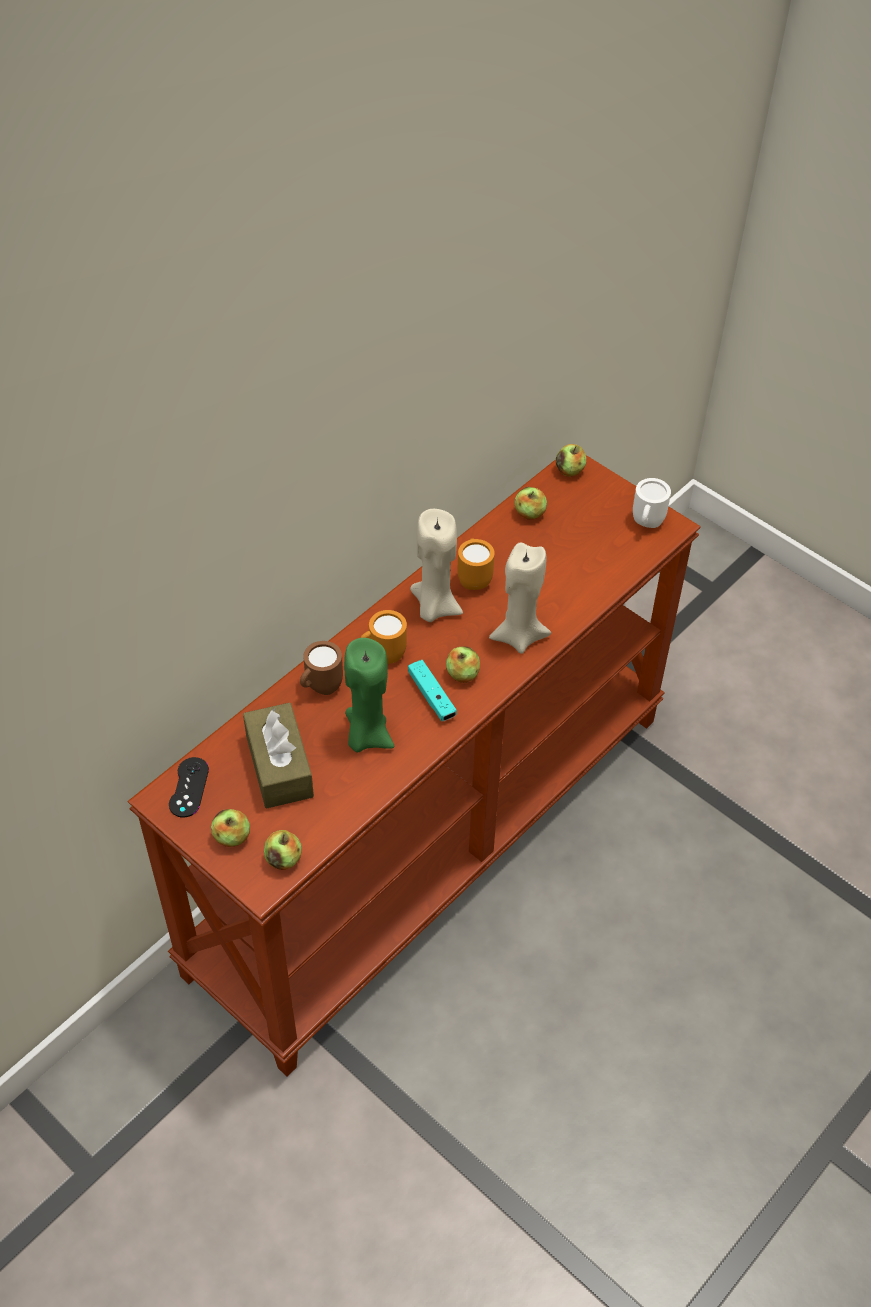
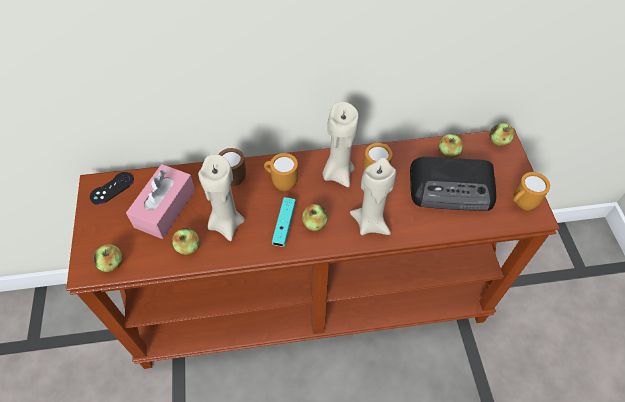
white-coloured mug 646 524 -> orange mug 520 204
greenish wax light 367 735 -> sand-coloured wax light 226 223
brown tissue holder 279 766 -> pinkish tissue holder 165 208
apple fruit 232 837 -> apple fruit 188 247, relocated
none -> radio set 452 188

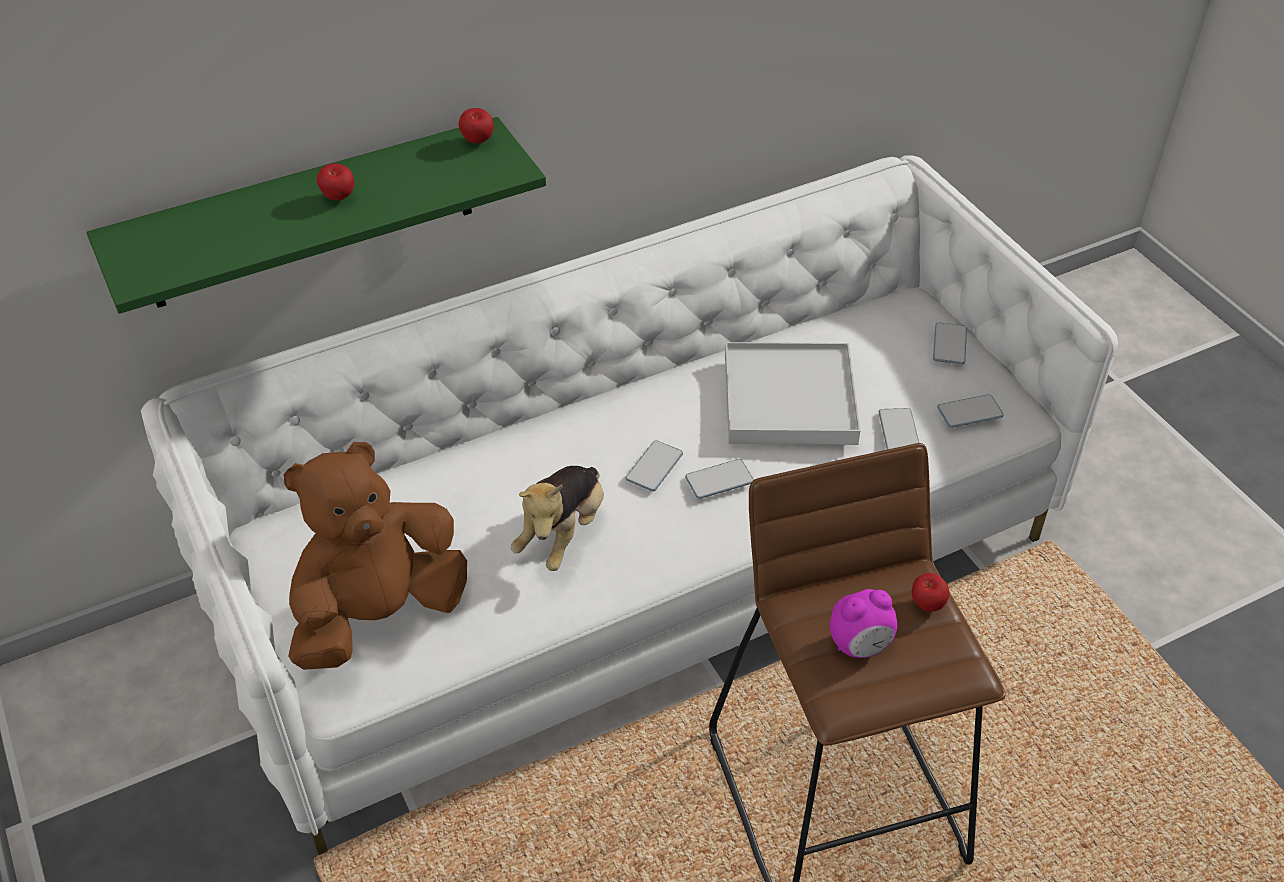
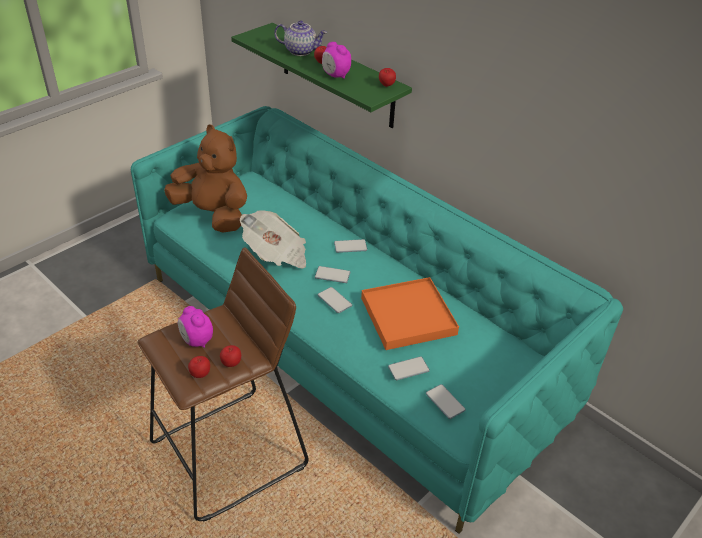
white-coloured settee 642 570 -> turquoise settee 348 345
telephone 949 344 -> telephone 350 246, relocated
white-coloured carrying tray 789 399 -> orange carrying tray 408 316
plush toy 562 533 -> newspaper 276 254
none -> pot for tea 301 51
none -> alarm clock 335 76
none -> apple fruit 200 374

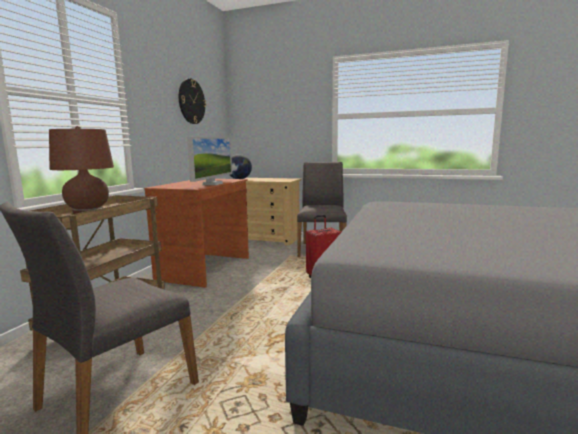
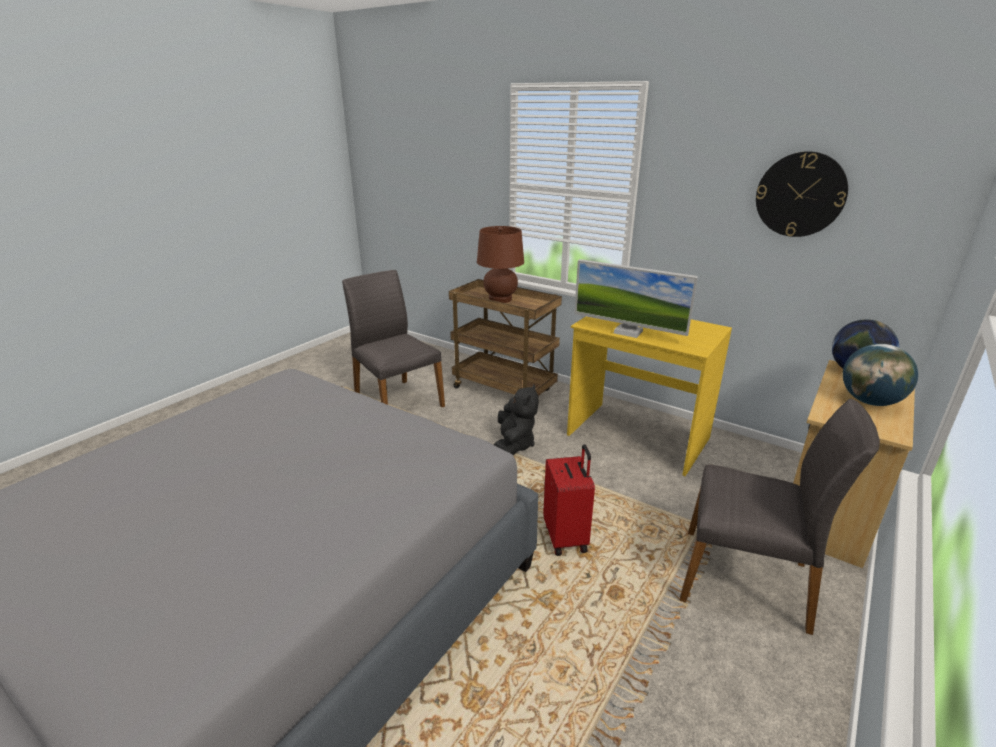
brown desk unit 205 268 -> yellow-coloured desk unit 637 437
none -> globe 869 401
none -> black-coloured plush toy 514 445

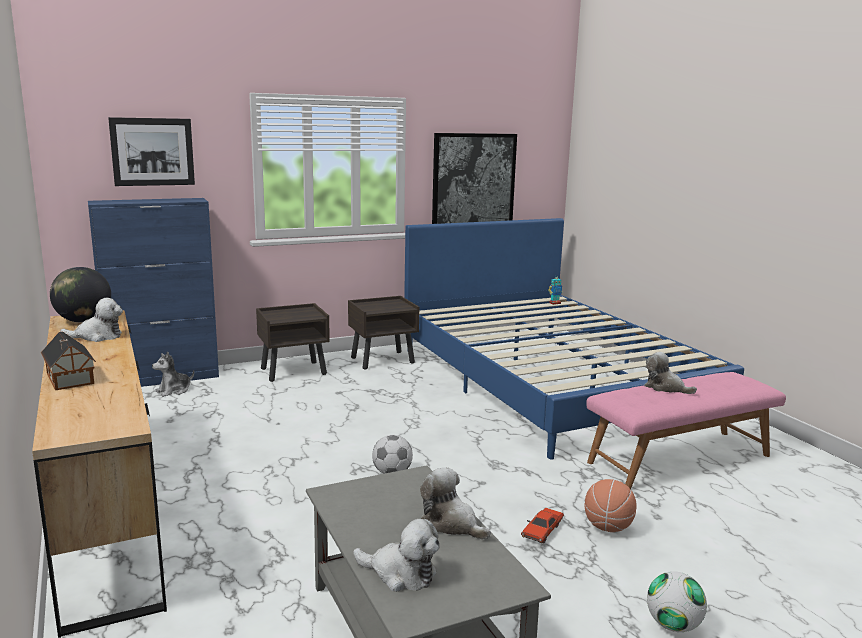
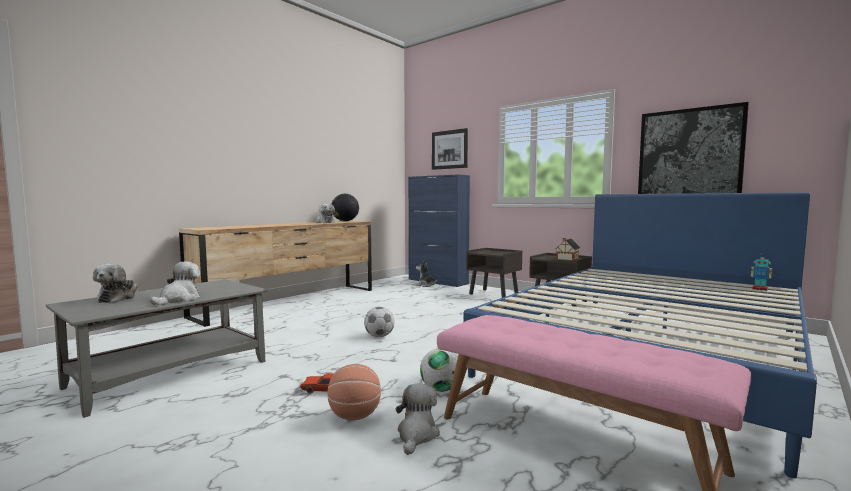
miniature house 70 379 -> miniature house 567 259, relocated
plush toy 665 388 -> plush toy 416 435, relocated
ball for football 673 625 -> ball for football 441 389, relocated

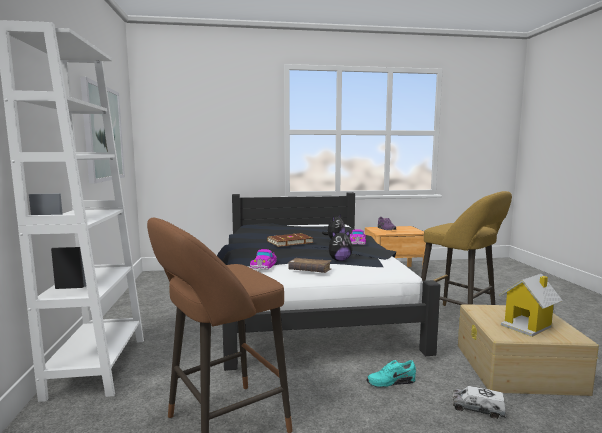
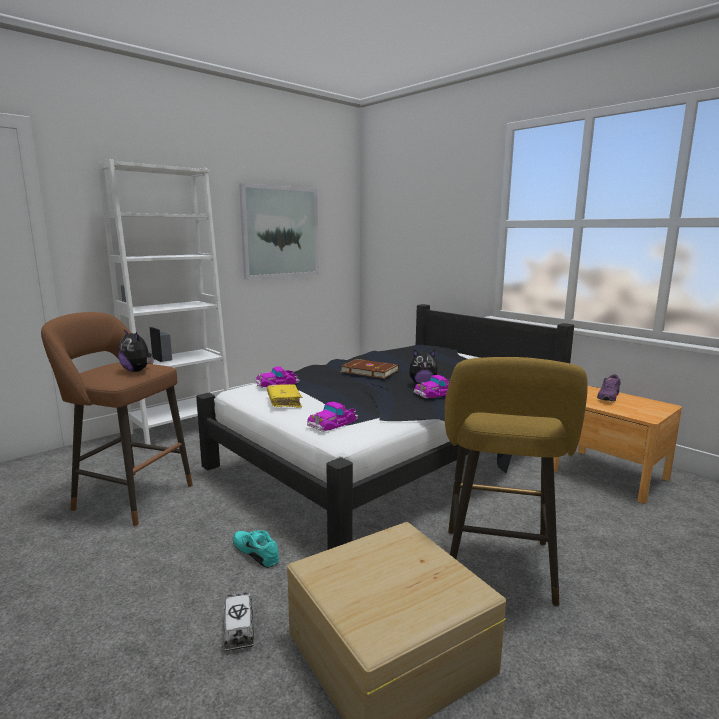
plush toy 339 260 -> plush toy 137 371, relocated
brown book 310 271 -> yellow-coloured book 284 402
miniature house 527 326 -> none
none -> miniature car 333 422

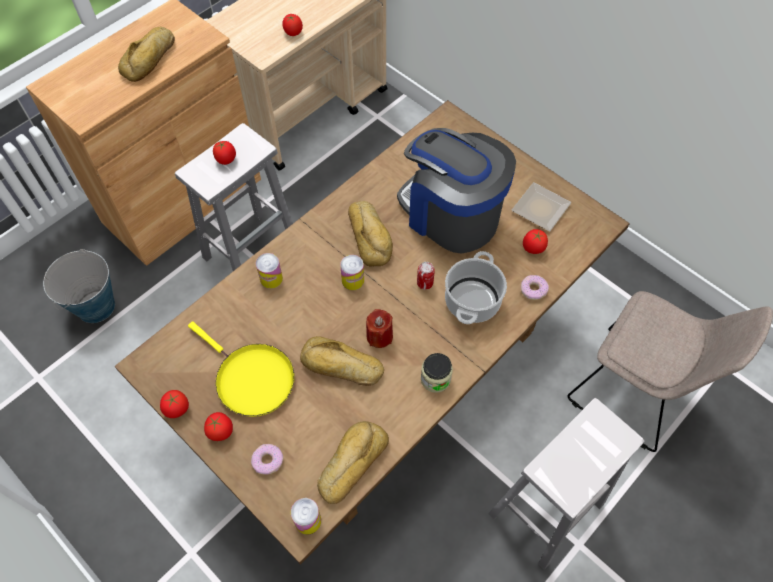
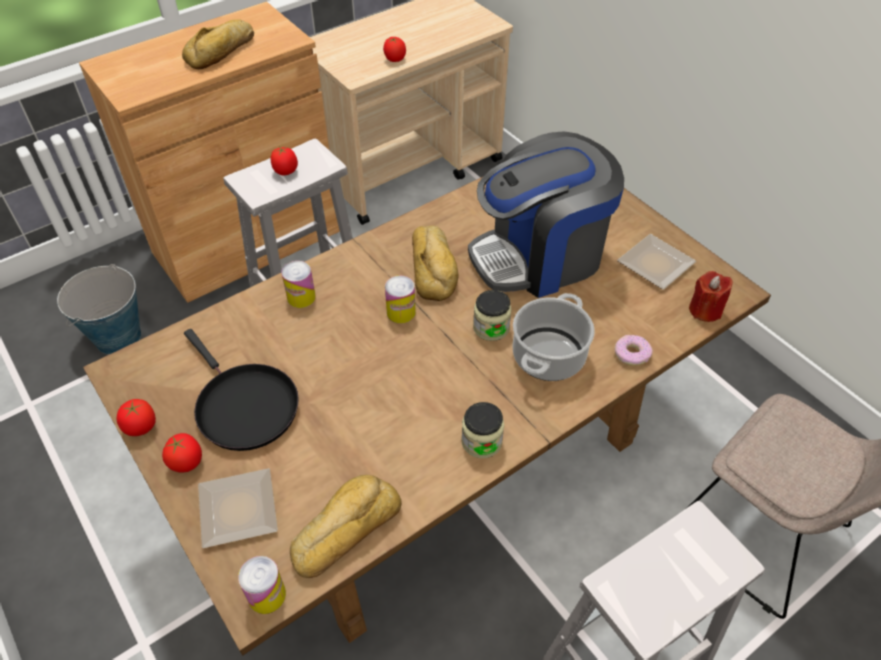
coffee maker 451 214 -> coffee maker 539 256, 75 degrees counterclockwise
tomato 533 248 -> none
can 425 283 -> jar 491 327
red wax light 379 336 -> red wax light 705 310, relocated
yellow-coloured skillet 251 379 -> black-coloured skillet 244 406
bread 341 367 -> none
ring doughnut 267 460 -> dinner plate 235 508

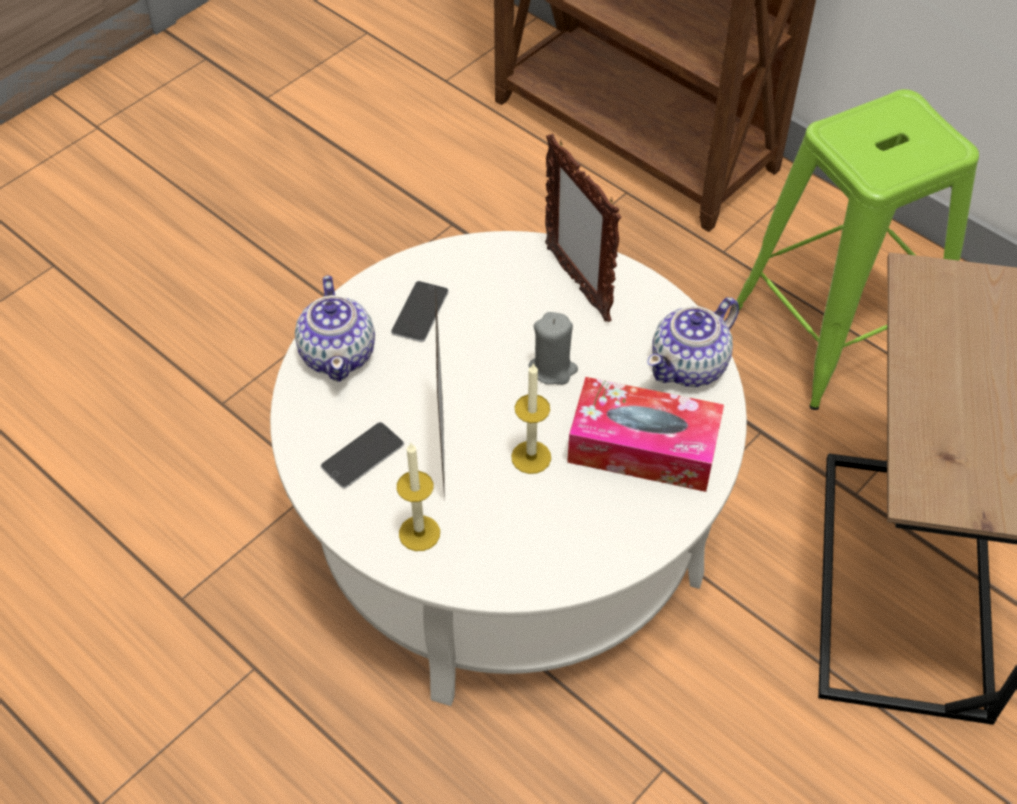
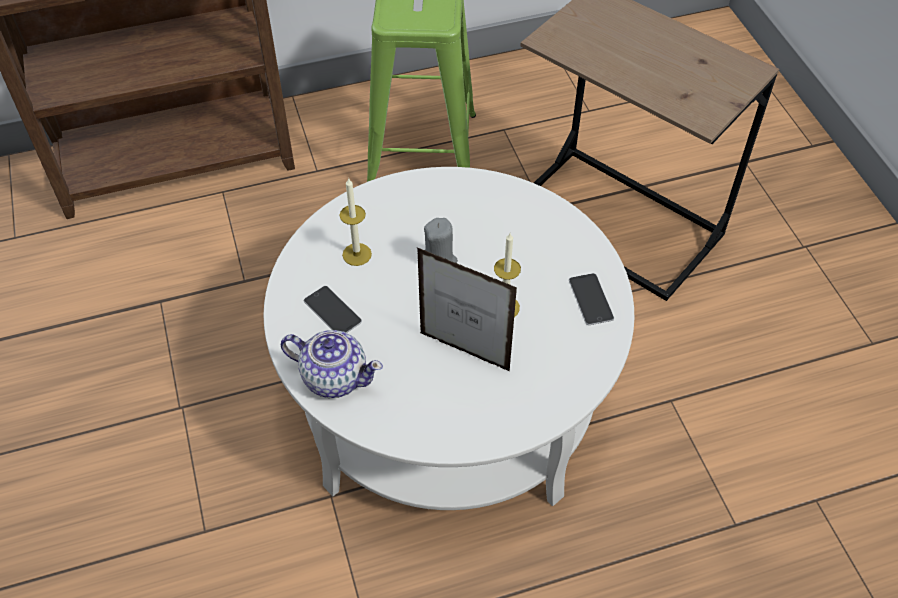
picture frame 577 283 -> none
pot for tea 690 366 -> none
tissue holder 643 447 -> none
telephone 362 455 -> telephone 591 299, relocated
wax light 419 533 -> wax light 357 254, relocated

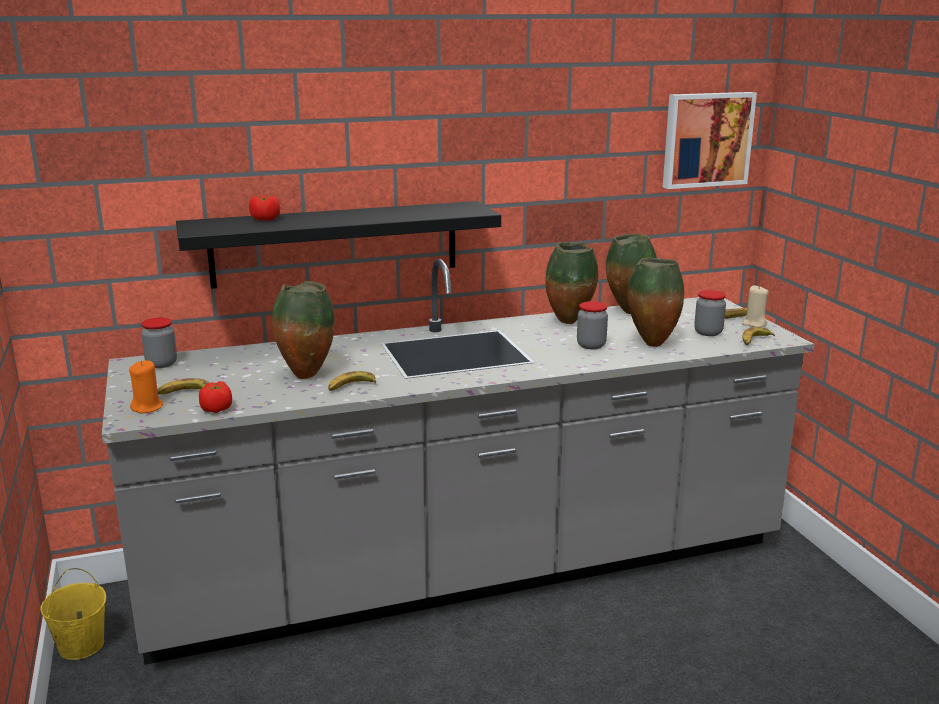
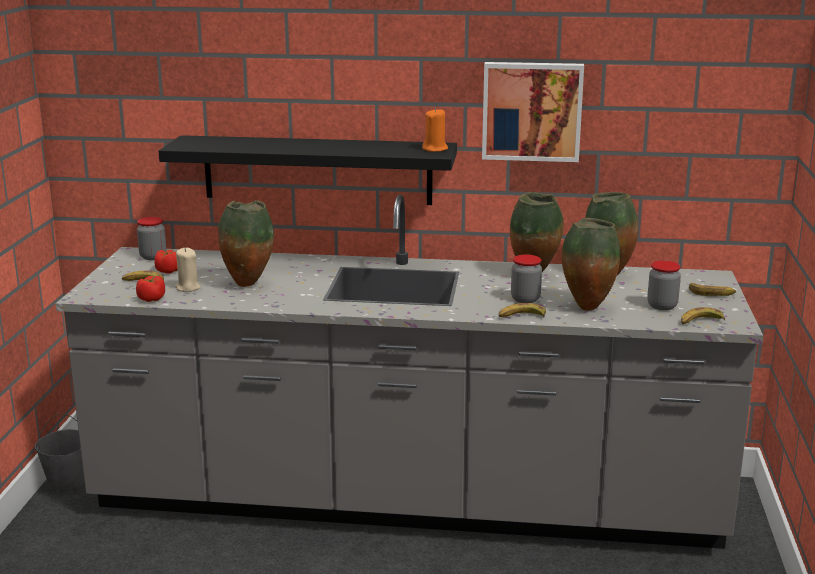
picture 706 139 -> picture 532 111, relocated
tomato 265 219 -> tomato 168 271, relocated
sand-coloured wax light 754 324 -> sand-coloured wax light 187 288, relocated
orange wax light 147 407 -> orange wax light 435 149, relocated
banana fruit 351 387 -> banana fruit 521 317, relocated
yellow-coloured water bucket 80 646 -> greyish water bucket 66 481

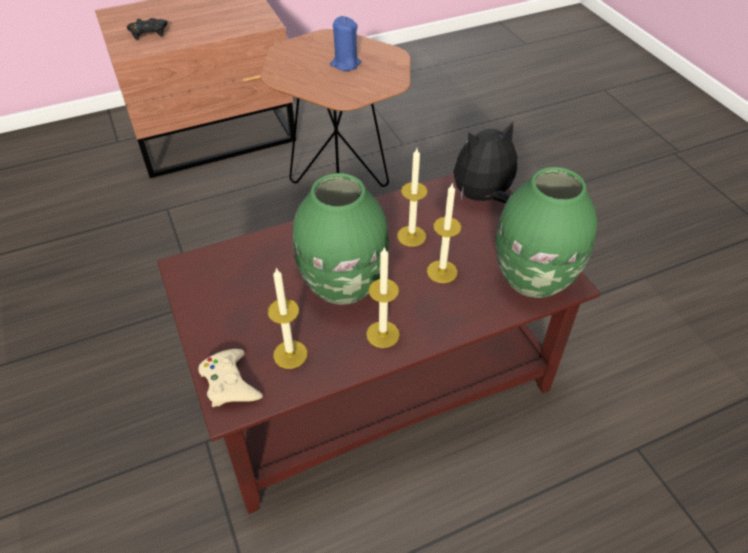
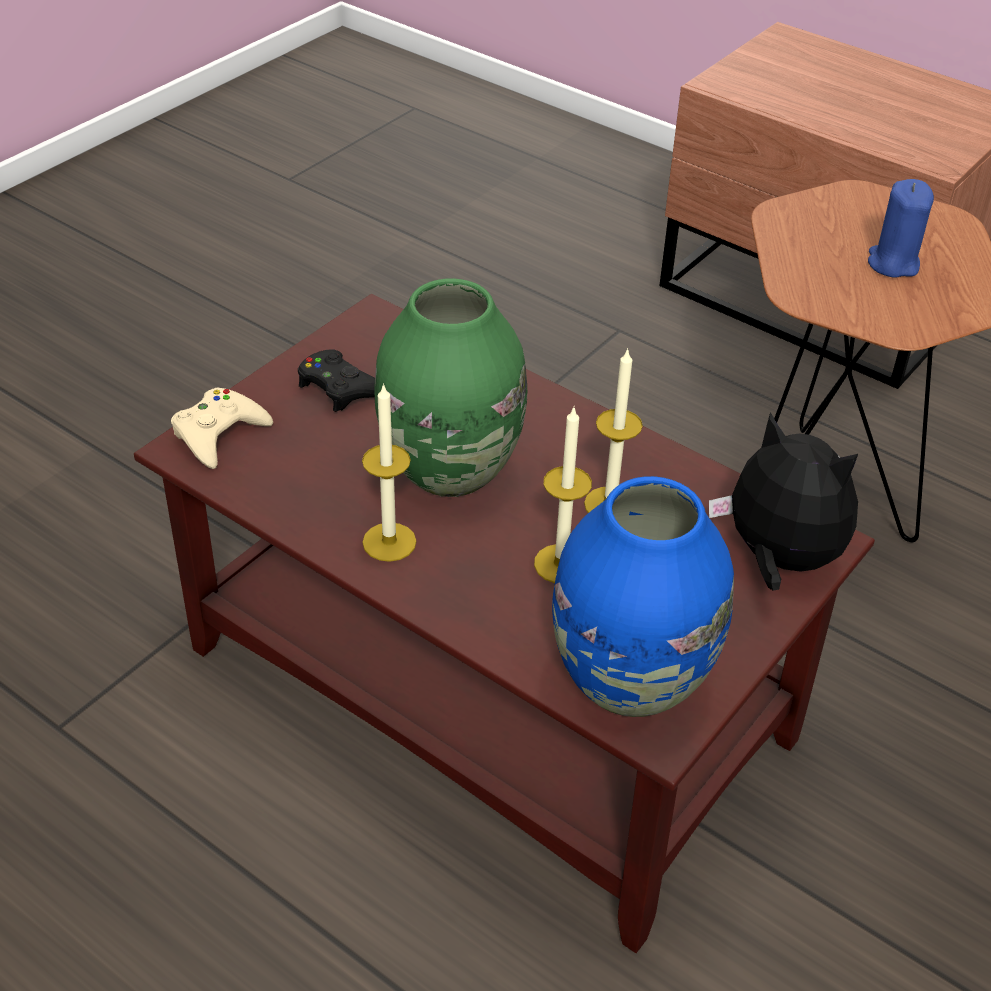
black-coloured game controller 148 32 -> black-coloured game controller 341 387, relocated
greenish decorative vase 533 280 -> blue-coloured decorative vase 630 682
wax light 290 354 -> none

